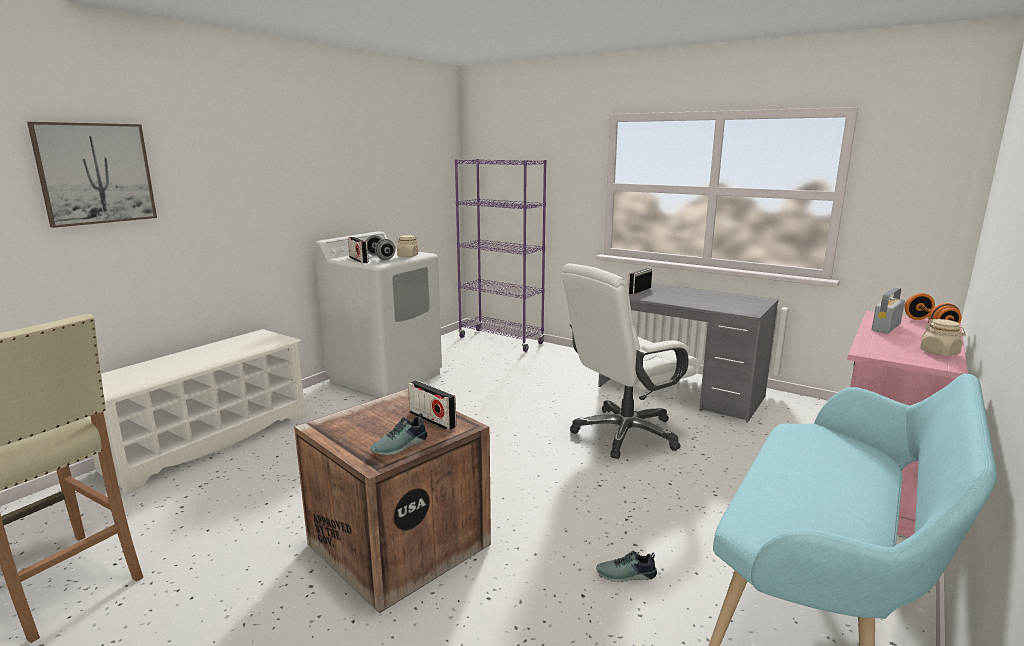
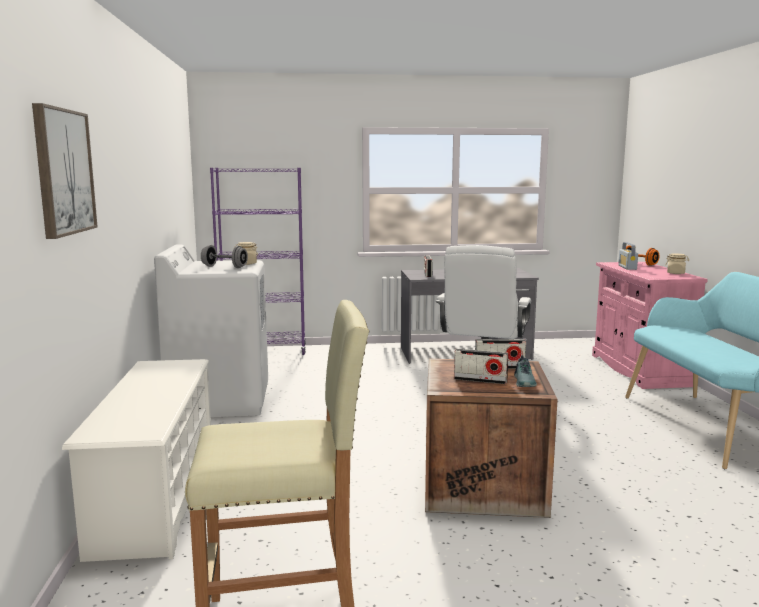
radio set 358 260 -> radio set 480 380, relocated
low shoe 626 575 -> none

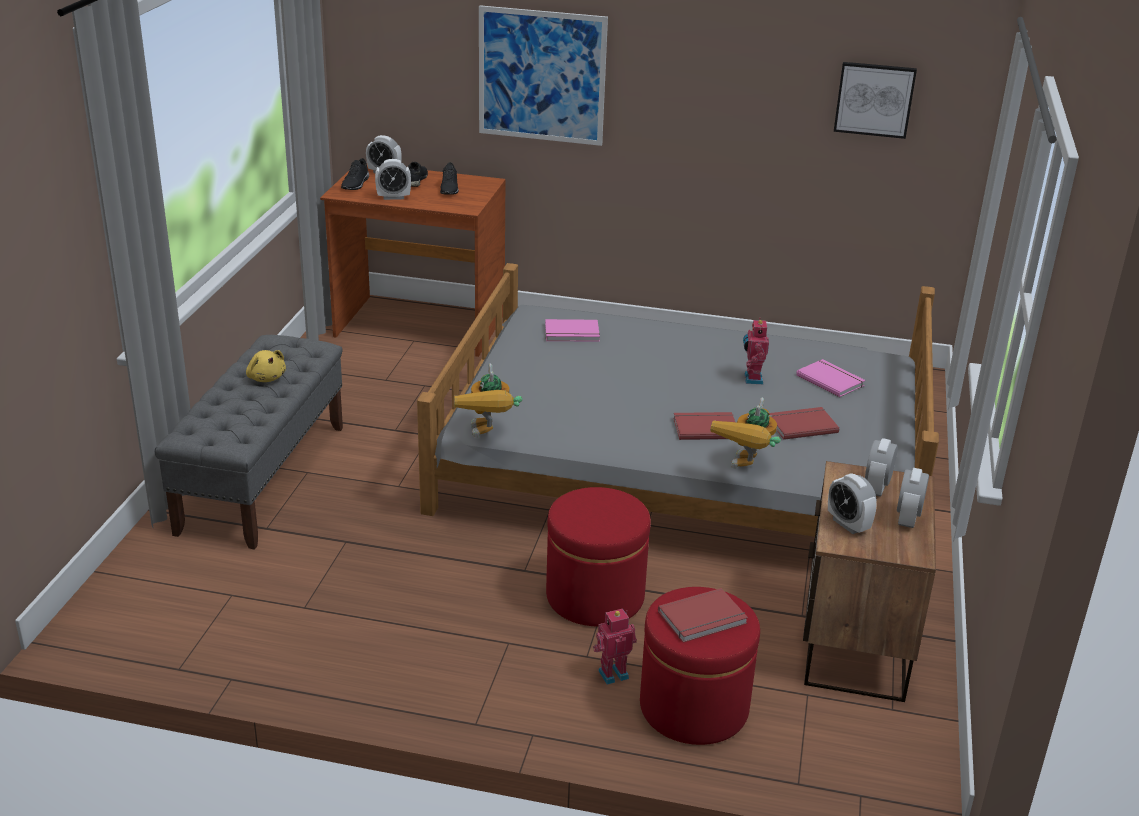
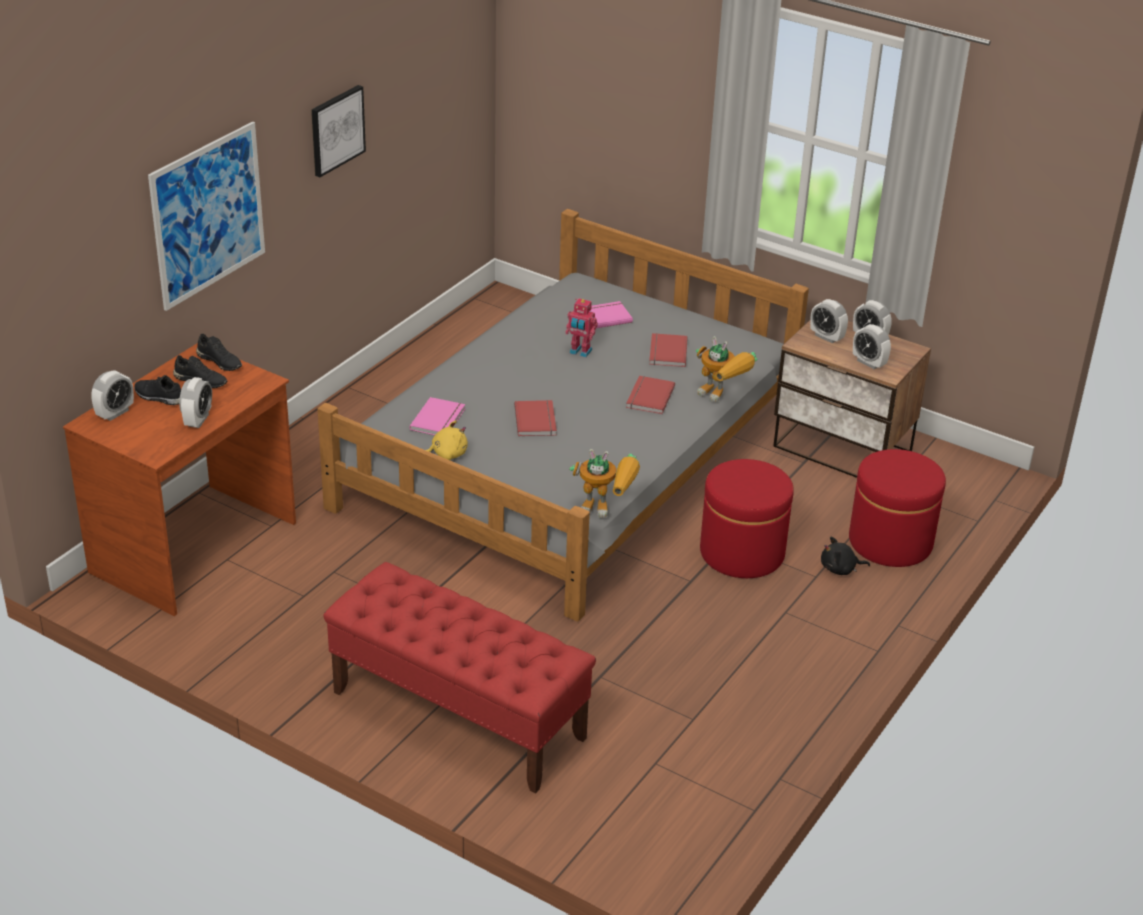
picture 874 99 -> picture 336 130, relocated
black-coloured low shoe 356 184 -> black-coloured low shoe 220 361, relocated
greyish bench 263 478 -> red bench 457 715
yellow-coloured plush toy 266 378 -> yellow-coloured plush toy 446 454, relocated
alarm clock 848 524 -> alarm clock 869 363, 60 degrees clockwise
red book 704 619 -> red book 537 420, relocated
toy robot 612 673 -> black-coloured plush toy 840 569

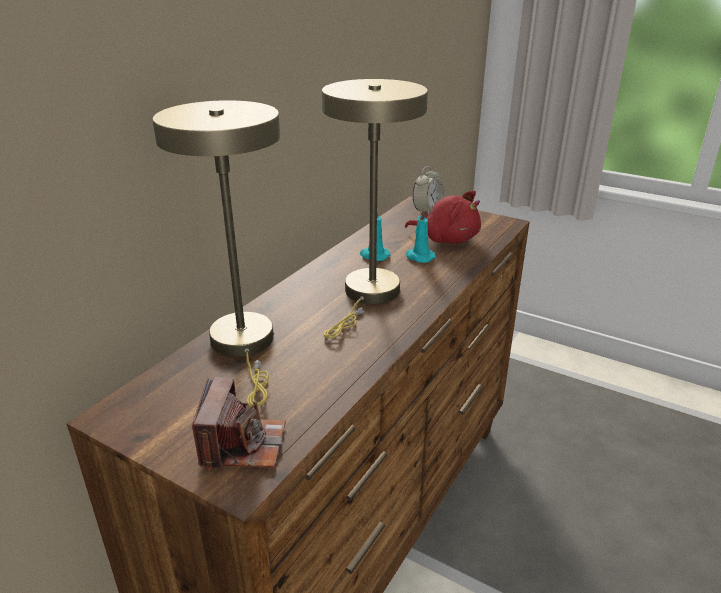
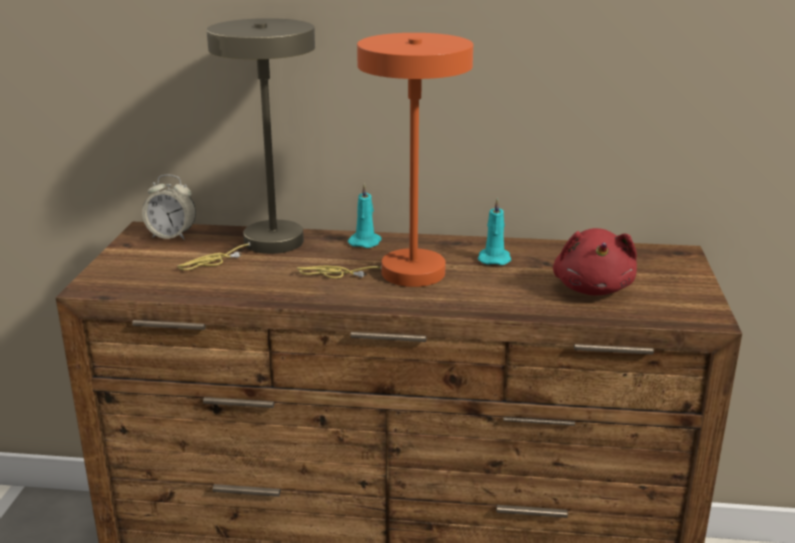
sand-coloured tabletop lamp 369 295 -> orange tabletop lamp 400 273
alarm clock 427 211 -> alarm clock 172 236, relocated
turquoise wax light 419 257 -> turquoise wax light 365 242, relocated
still camera 242 444 -> none

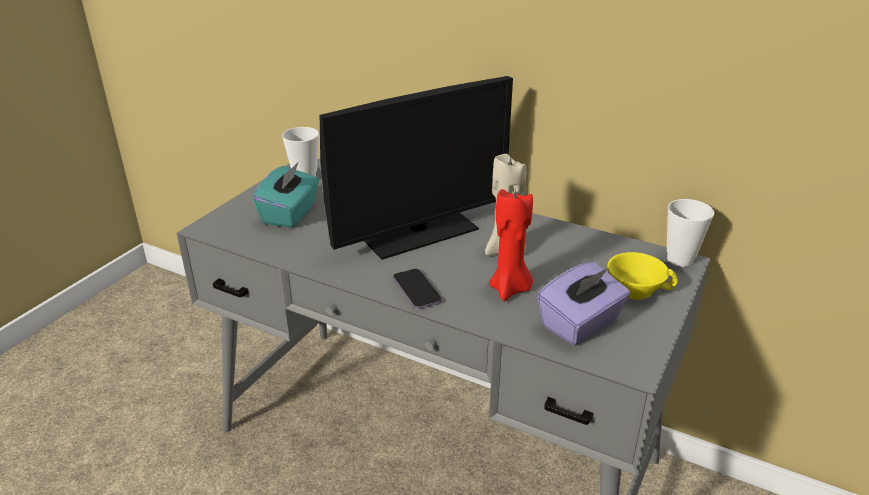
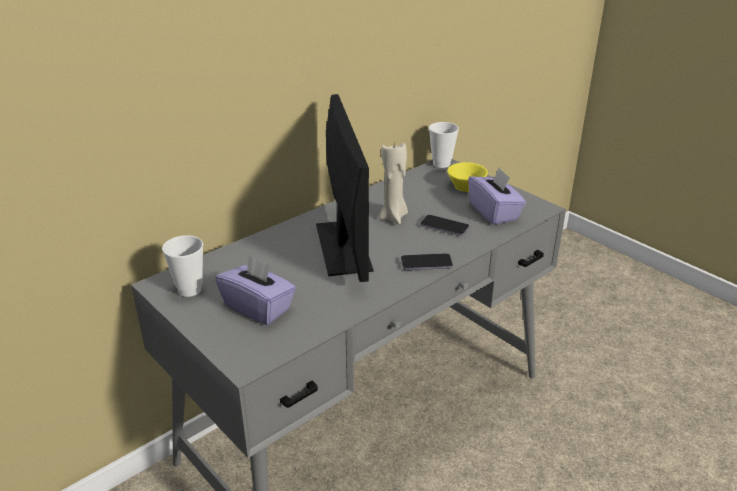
turquoise tissue holder 290 214 -> purple tissue holder 258 307
red wax light 510 289 -> telephone 444 227

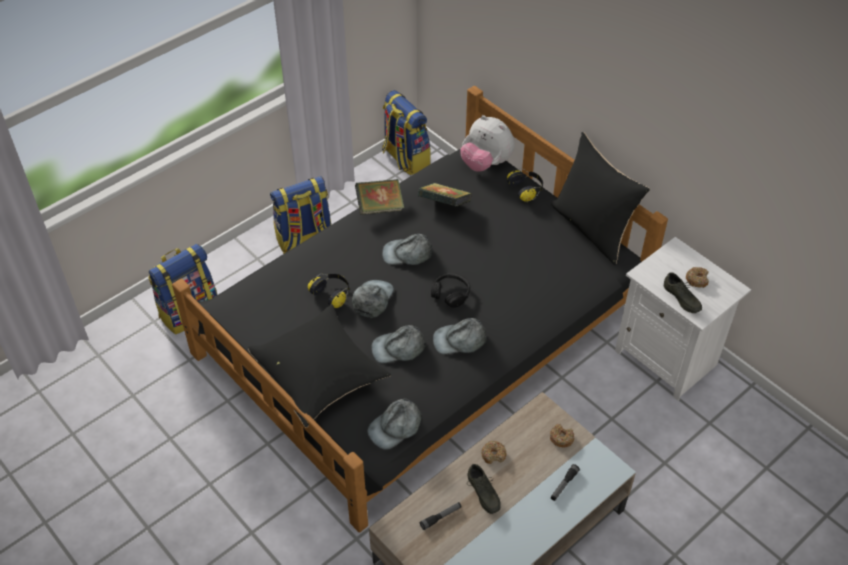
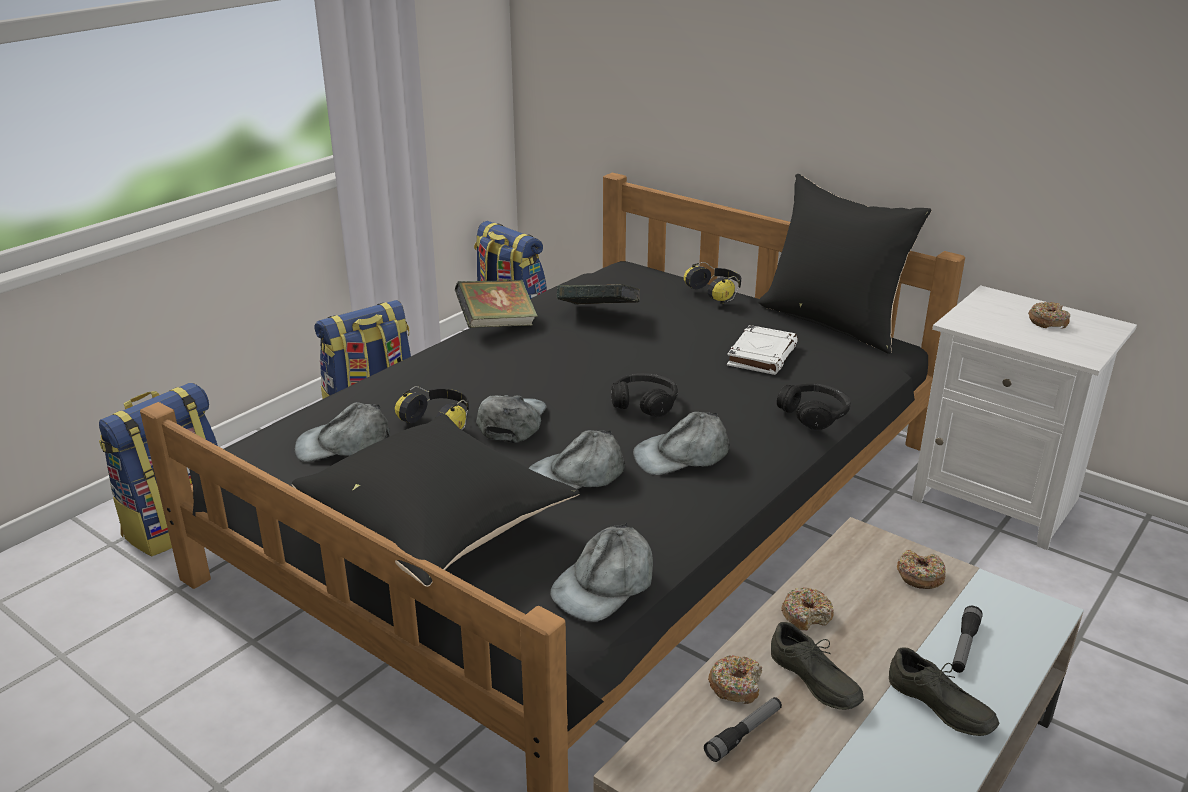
plush toy 486 164 -> none
greyish cap 407 254 -> greyish cap 344 444, relocated
greyish low shoe 680 299 -> greyish low shoe 938 707, relocated
none -> white-coloured book 762 355
none -> black-coloured headset 814 414
none -> ring doughnut 736 686

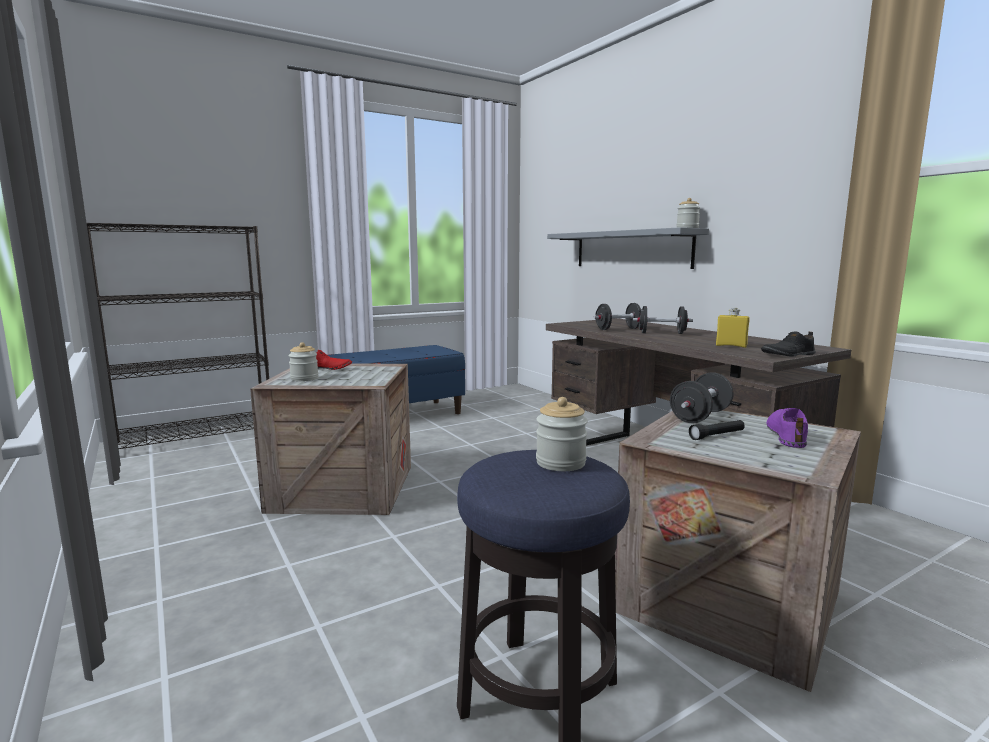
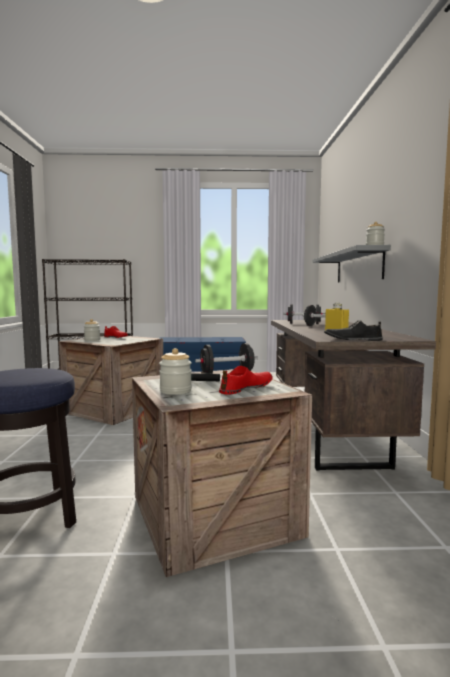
jar 560 463 -> jar 175 391, relocated
purple low shoe 787 434 -> red low shoe 246 388

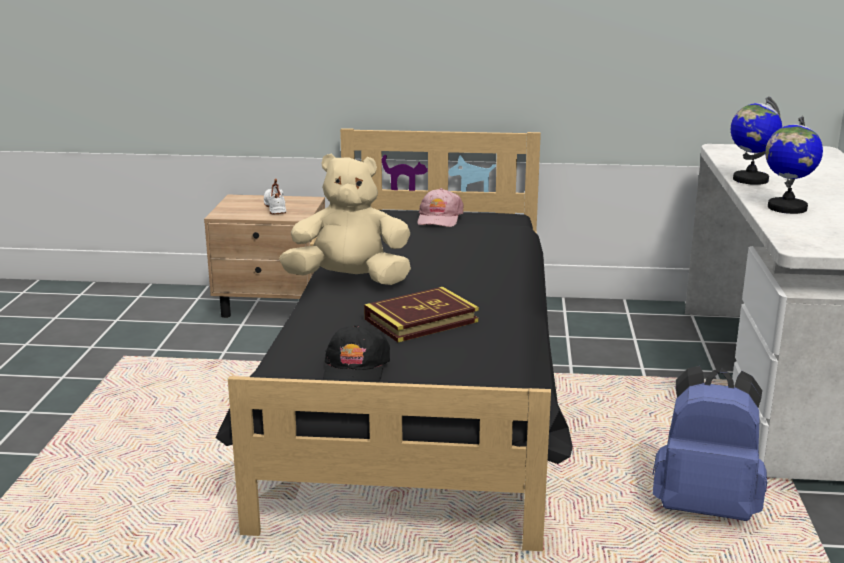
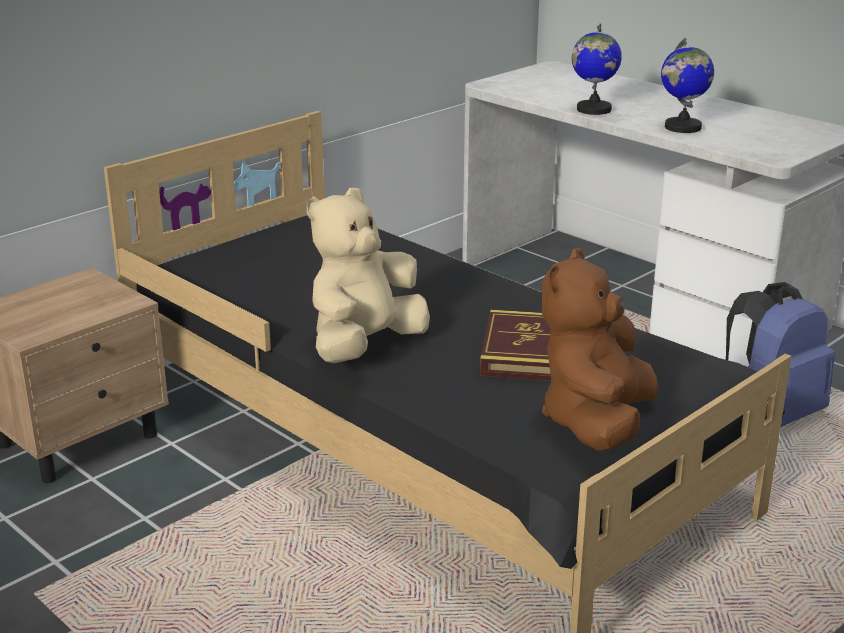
white-coloured low shoe 276 207 -> none
pinkish cap 439 218 -> none
black-coloured cap 355 370 -> brown plush toy 596 423

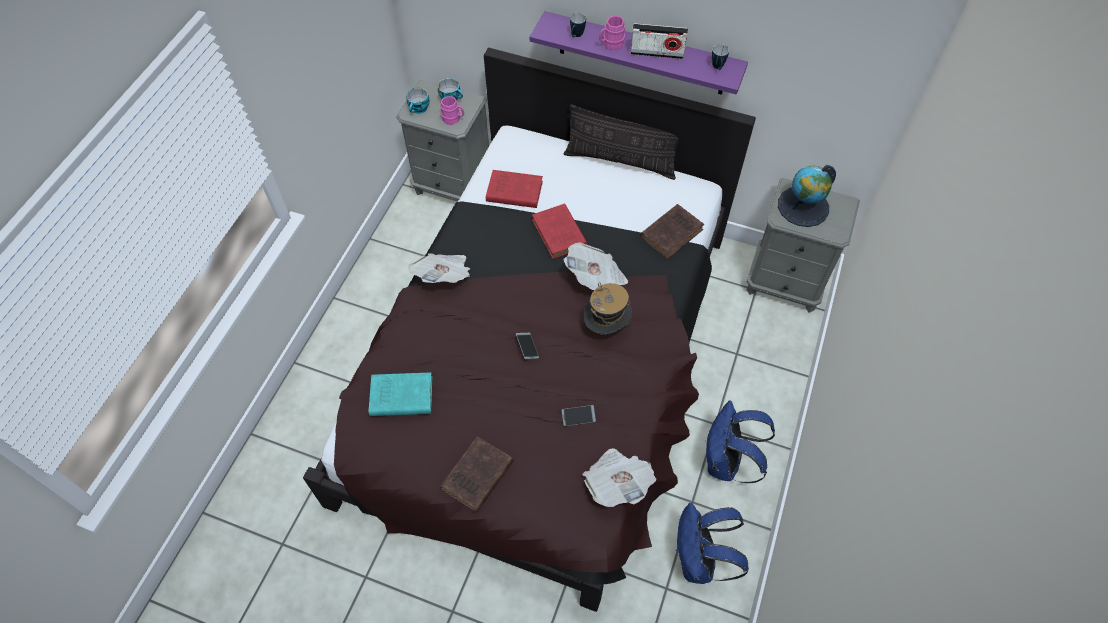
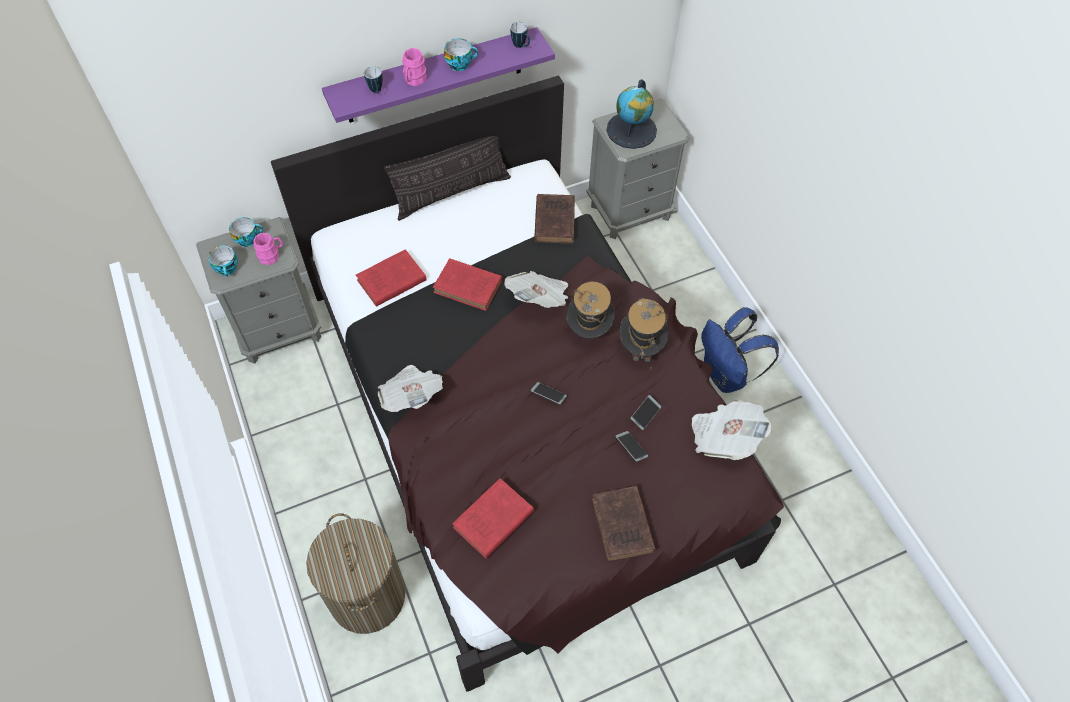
radio set 657 53 -> small cup 460 64
turquoise book 399 396 -> red book 491 521
blue-coloured knapsack 699 561 -> none
none -> hat 640 348
none -> telephone 631 448
none -> hamper 367 596

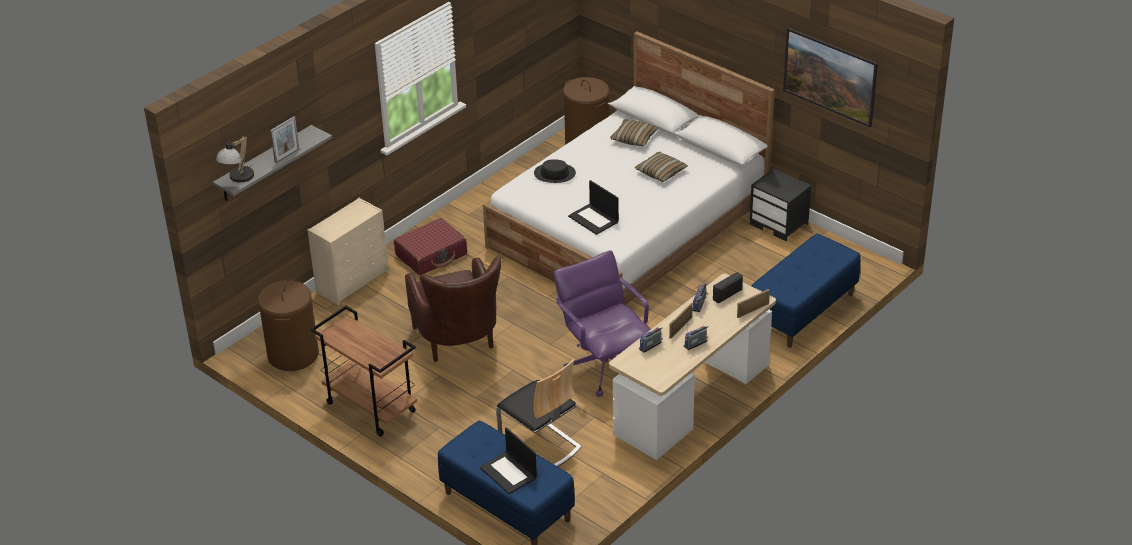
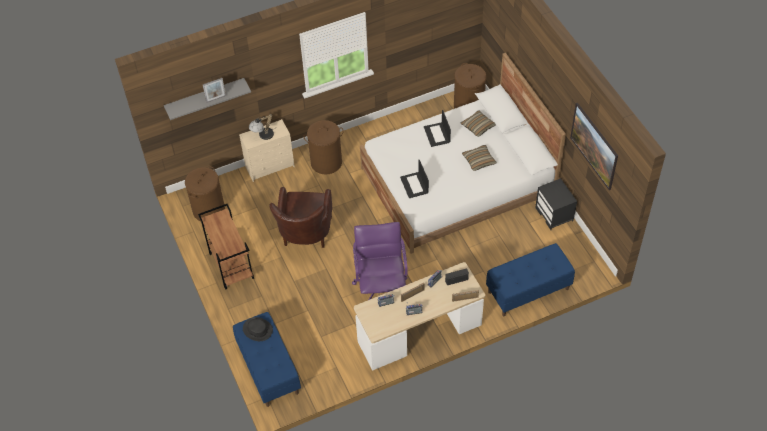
tabletop lamp 238 179 -> tabletop lamp 263 136, relocated
black-coloured hat 554 174 -> black-coloured hat 257 329, relocated
red travel case 431 255 -> brown hamper 326 162
chair 540 445 -> none
notebook computer 509 473 -> notebook computer 437 135, relocated

